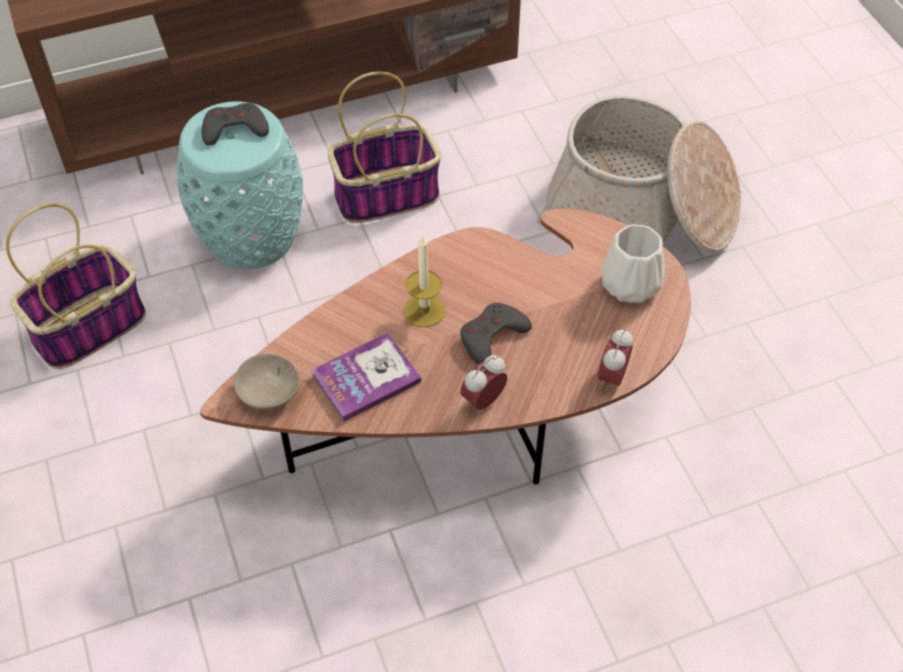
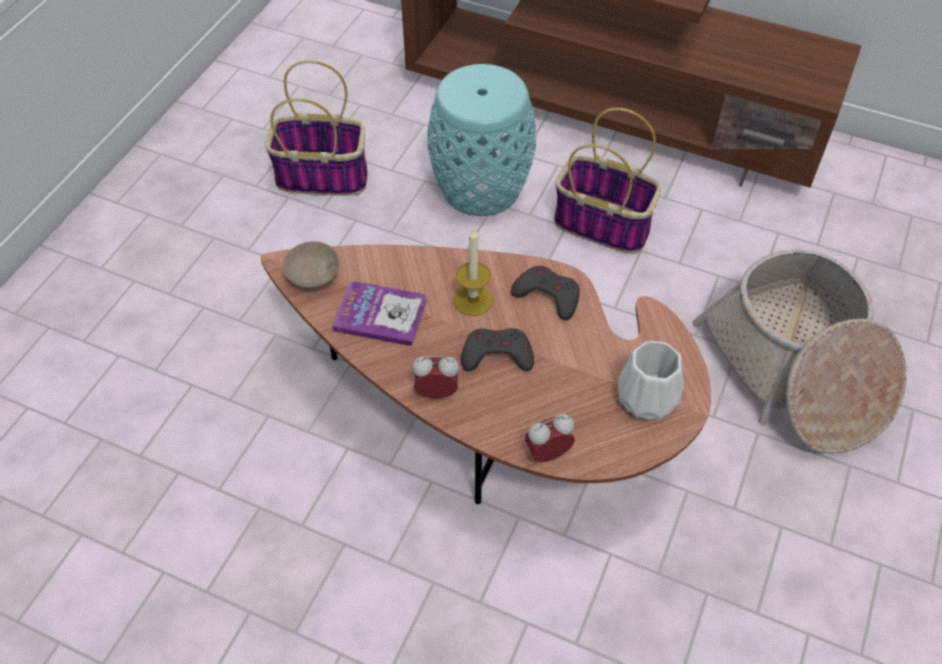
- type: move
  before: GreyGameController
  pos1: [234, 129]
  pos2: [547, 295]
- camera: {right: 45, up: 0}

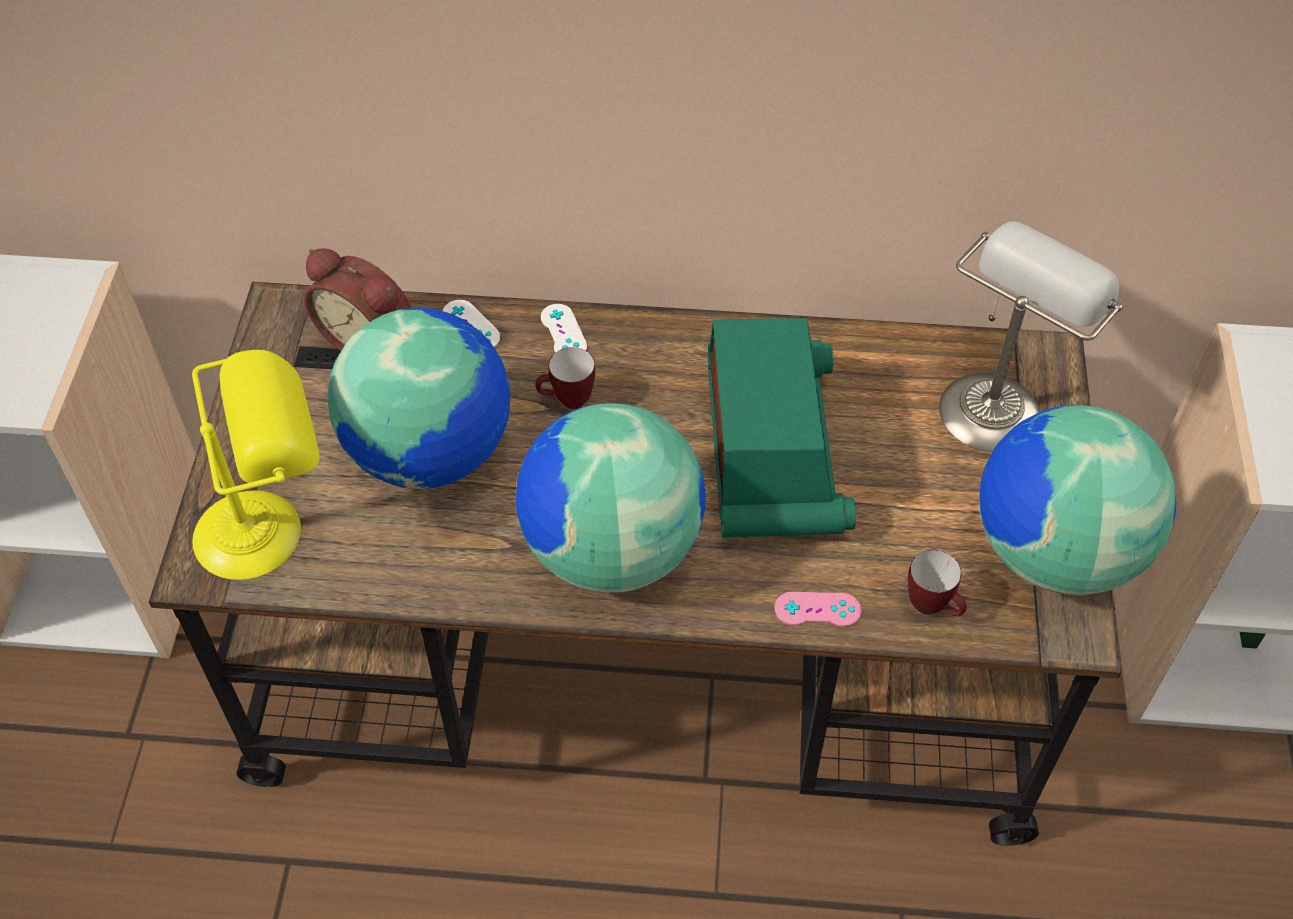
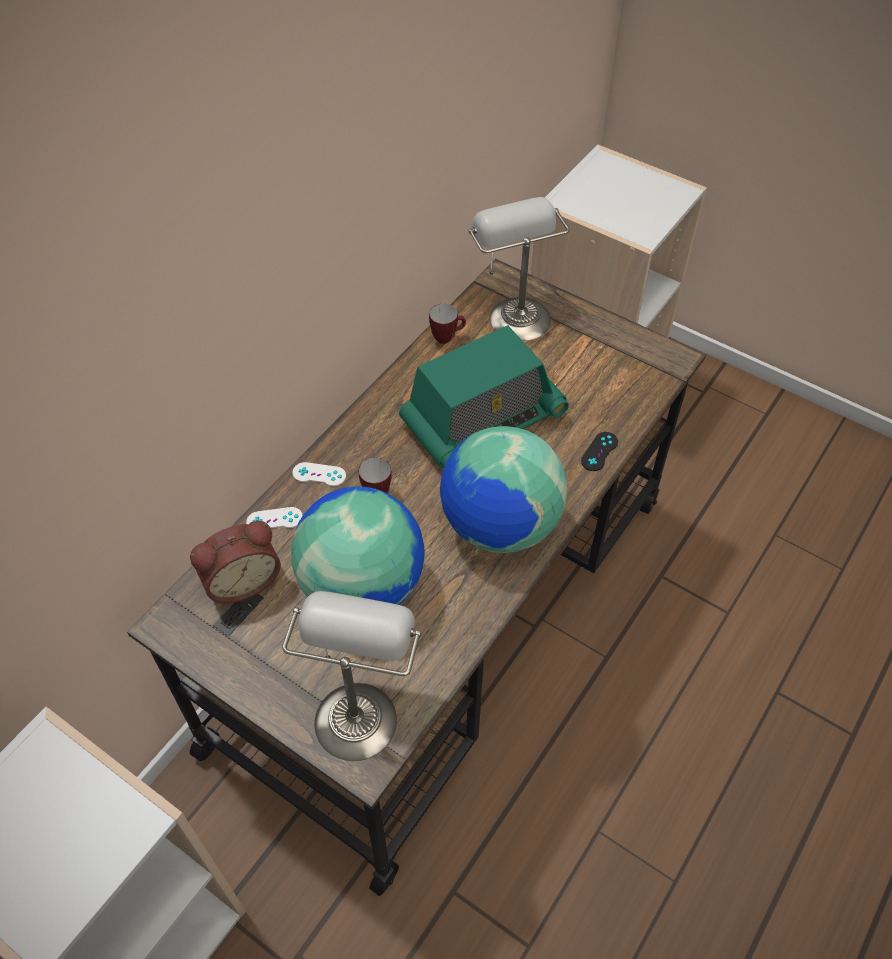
- type: recolor
  before: YellowTableLamp
  after: WhiteTableLamp
  pos1: [270, 525]
  pos2: [358, 704]
- type: rotate
  before: Radio
  pos1: [772, 452]
  pos2: [483, 420]
  turn: 120
- type: recolor
  before: PinkGameController
  after: BlackGameController
  pos1: [817, 609]
  pos2: [599, 451]
- type: move
  before: Mug
  pos1: [933, 607]
  pos2: [447, 337]
- type: delete
  before: Globe
  pos1: [1053, 551]
- camera: {right: -60, up: 0}

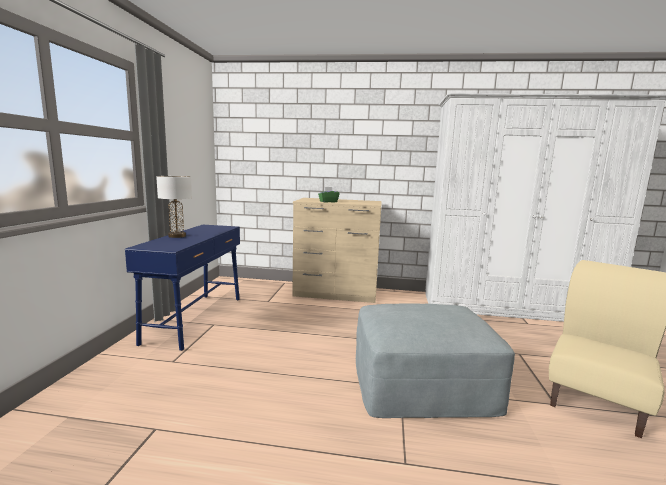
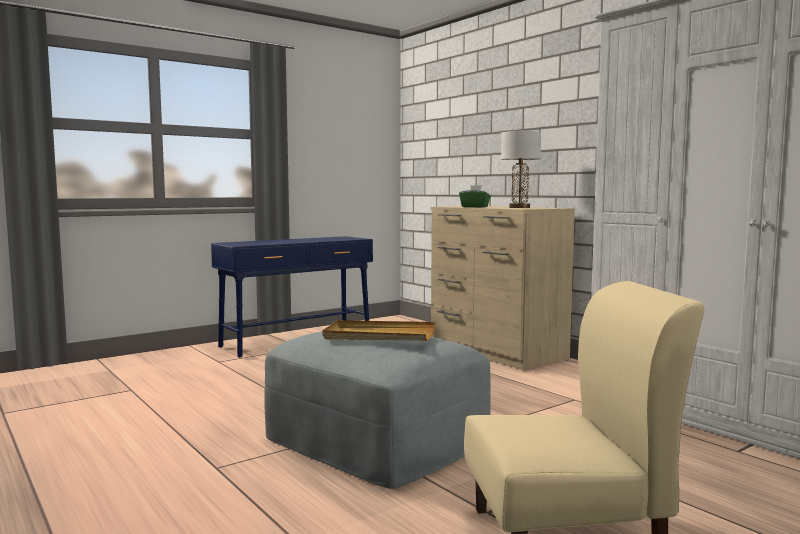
- type: move
  before: TableLamp
  pos1: [177, 236]
  pos2: [520, 207]
- type: insert
  after: BeigeTray
  pos2: [379, 335]
- camera: {right: 45, up: -5}

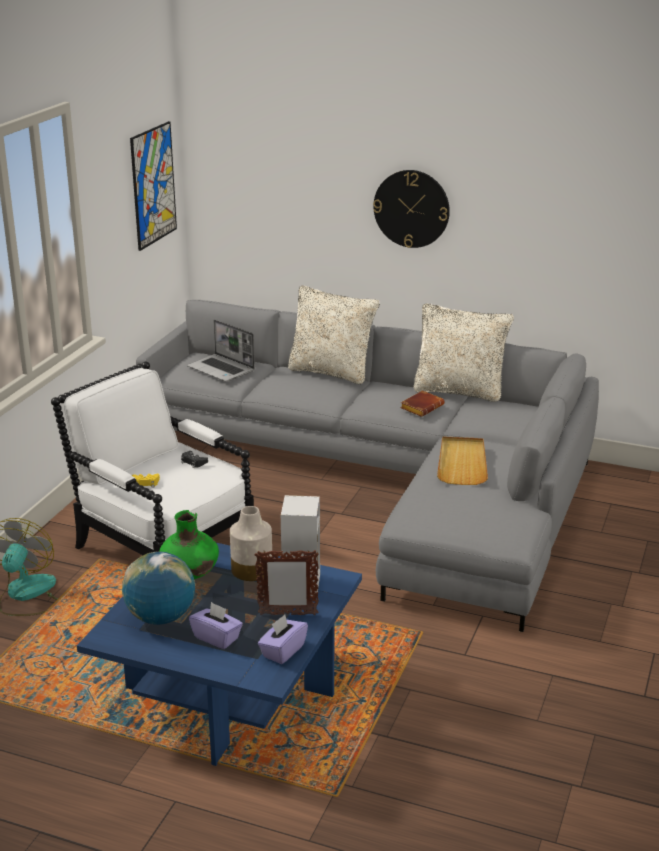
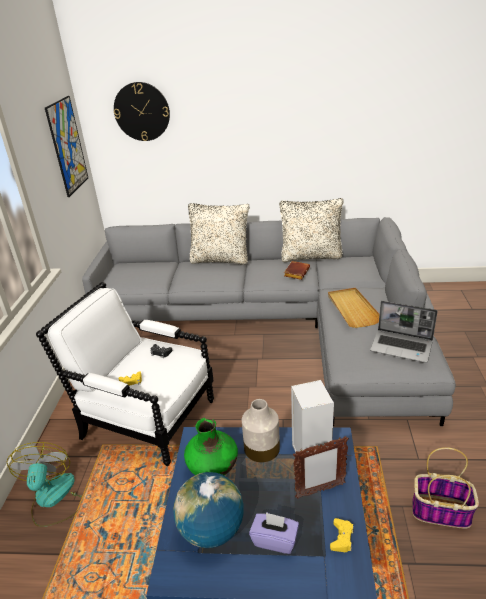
- type: move
  before: Laptop
  pos1: [222, 369]
  pos2: [402, 346]
- type: replace
  before: PurpleTissueBox
  after: YellowGameController
  pos1: [283, 651]
  pos2: [342, 538]
- type: move
  before: WallClock
  pos1: [411, 208]
  pos2: [142, 112]
- type: insert
  after: Basket
  pos2: [441, 511]
- camera: {right: -15, up: 5}

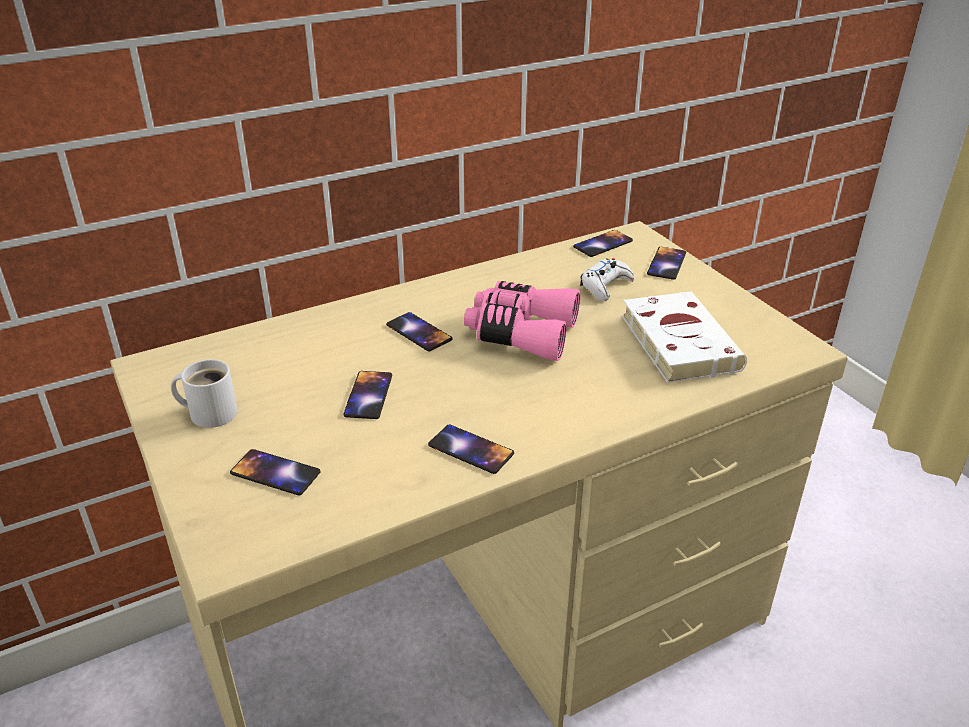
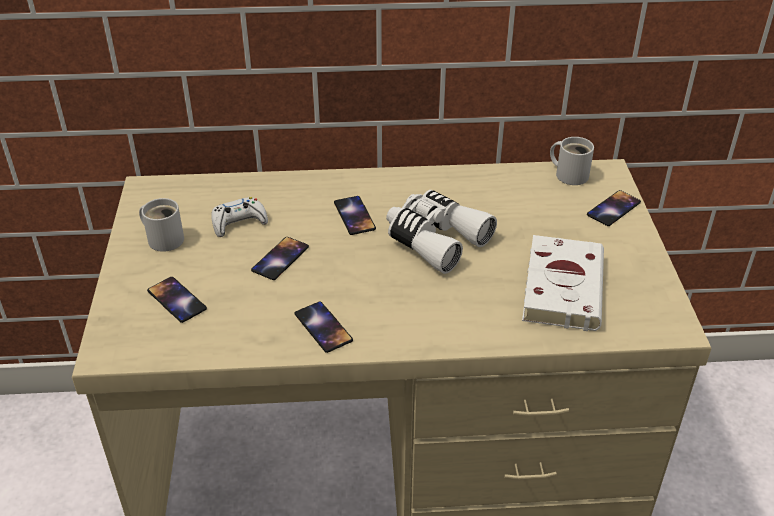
- type: recolor
  before: PinkBinoculars
  after: WhiteBinoculars
  pos1: [521, 332]
  pos2: [435, 239]
- type: replace
  before: Phone
  after: WhiteMug
  pos1: [602, 244]
  pos2: [570, 174]
- type: move
  before: WhiteGameController
  pos1: [605, 286]
  pos2: [238, 222]
- camera: {right: 25, up: 5}

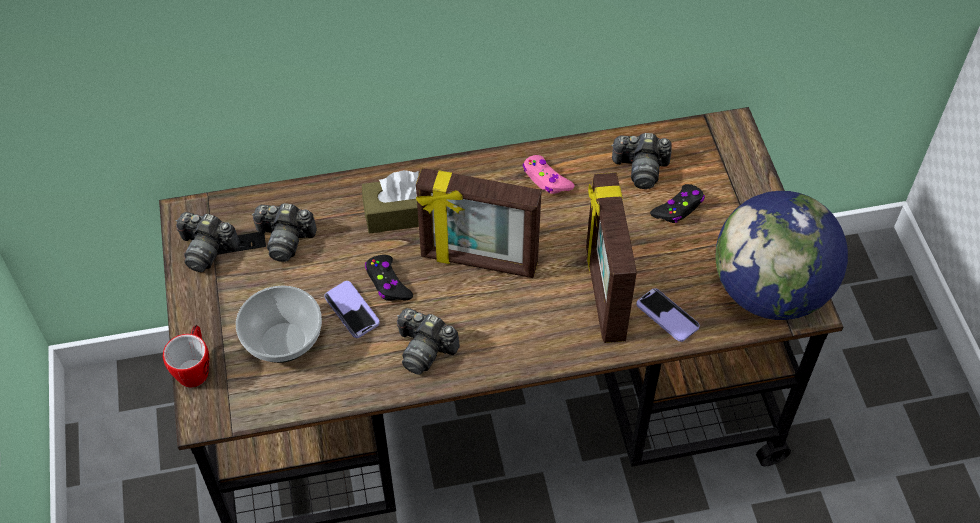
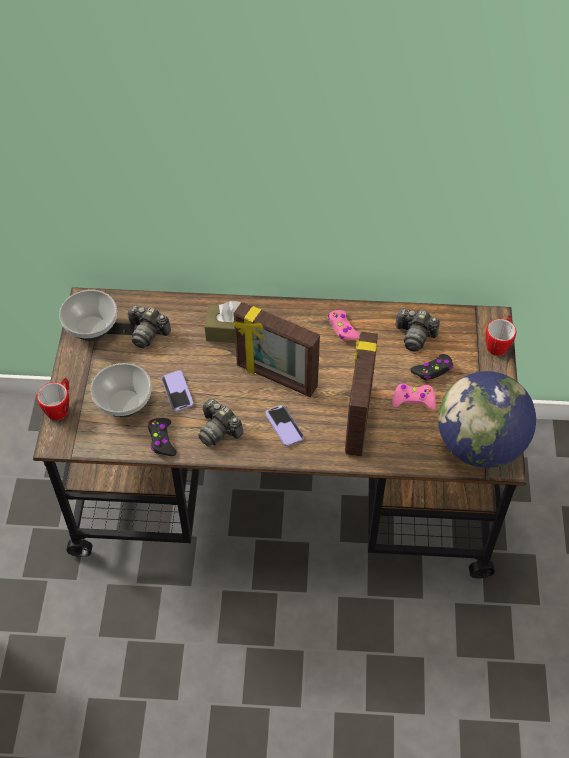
- type: replace
  before: PhotoCamera
  after: Bowl
  pos1: [207, 249]
  pos2: [92, 328]
- type: move
  before: BlackGameController
  pos1: [387, 283]
  pos2: [162, 440]
- type: move
  before: Phone
  pos1: [667, 316]
  pos2: [284, 426]
- type: insert
  after: PinkGameController
  pos2: [413, 399]
- type: insert
  after: Mug
  pos2: [498, 344]
- camera: {right: 15, up: 0}

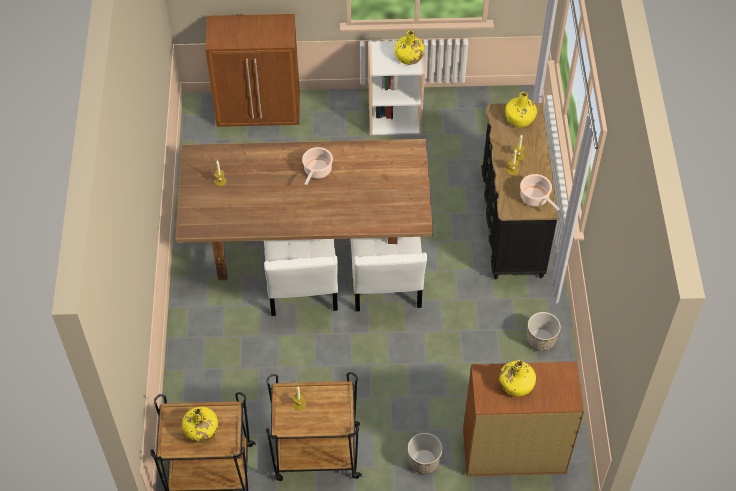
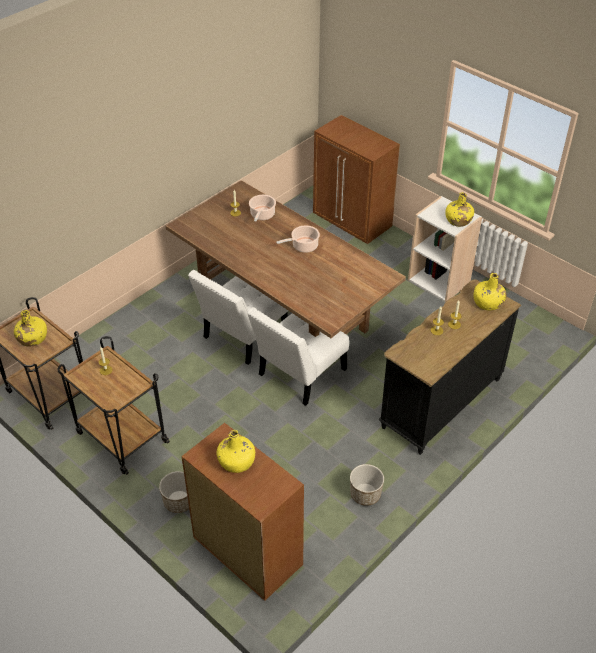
- type: move
  before: CookingPot
  pos1: [535, 198]
  pos2: [262, 215]
- camera: {right: 45, up: -10}

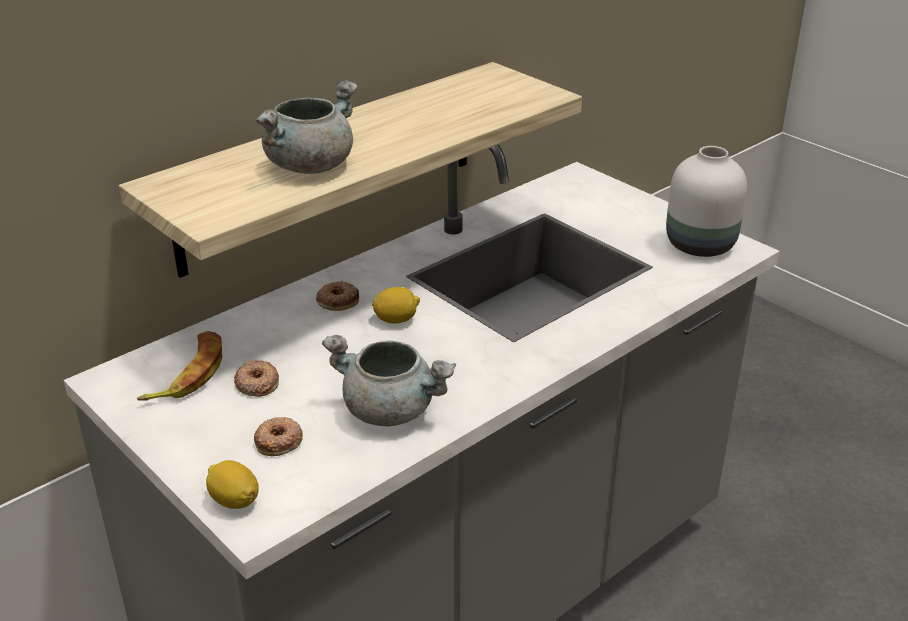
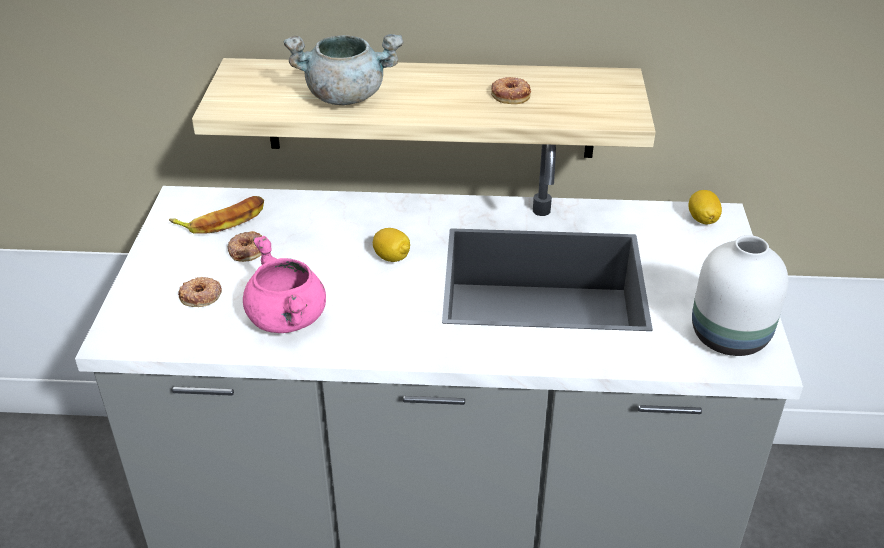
- type: move
  before: Lemon
  pos1: [234, 501]
  pos2: [702, 219]
- type: move
  before: Donut
  pos1: [338, 300]
  pos2: [510, 95]
- type: recolor
  before: GreyCookingPot
  after: PinkCookingPot
  pos1: [391, 410]
  pos2: [289, 319]
- camera: {right: 45, up: 5}

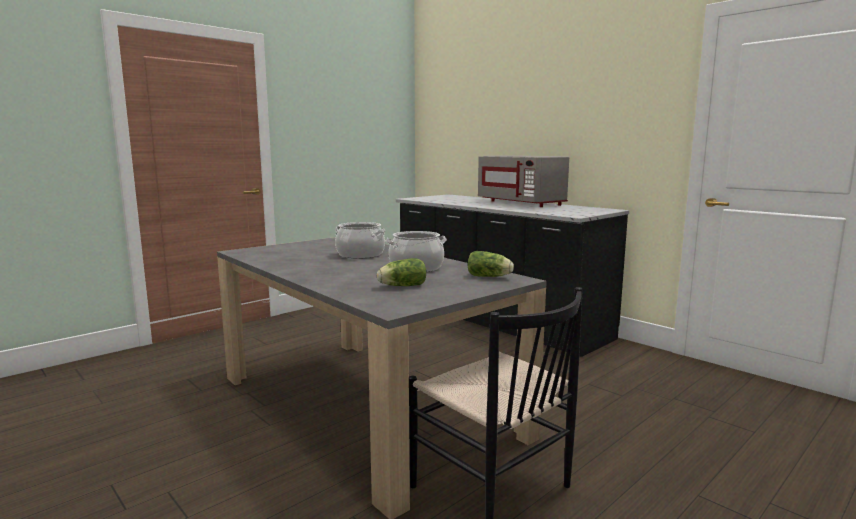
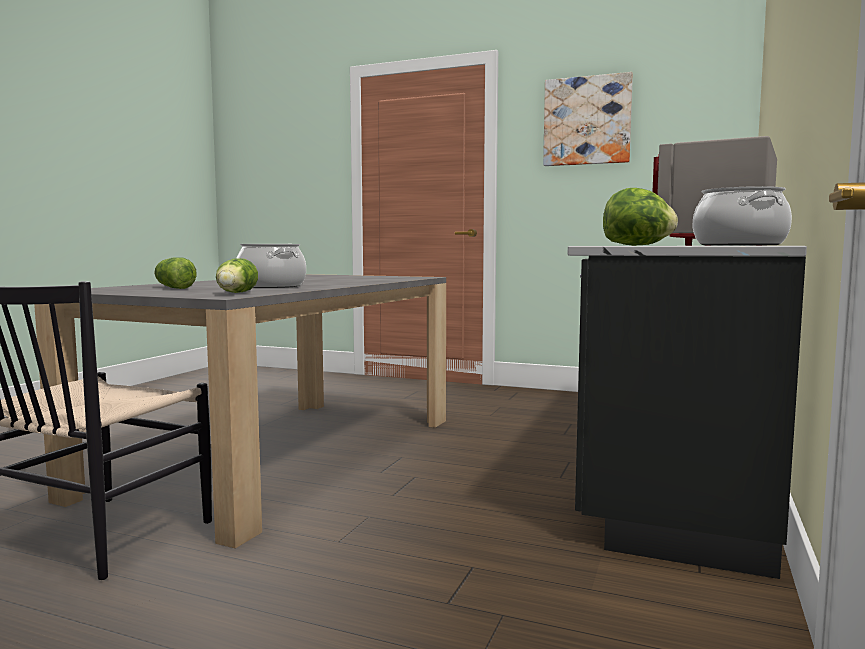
- type: move
  before: CookingPot
  pos1: [360, 254]
  pos2: [738, 245]
- type: insert
  after: Picture
  pos2: [587, 121]
- type: insert
  after: Lettuce
  pos2: [637, 245]
- camera: {right: 65, up: -5}

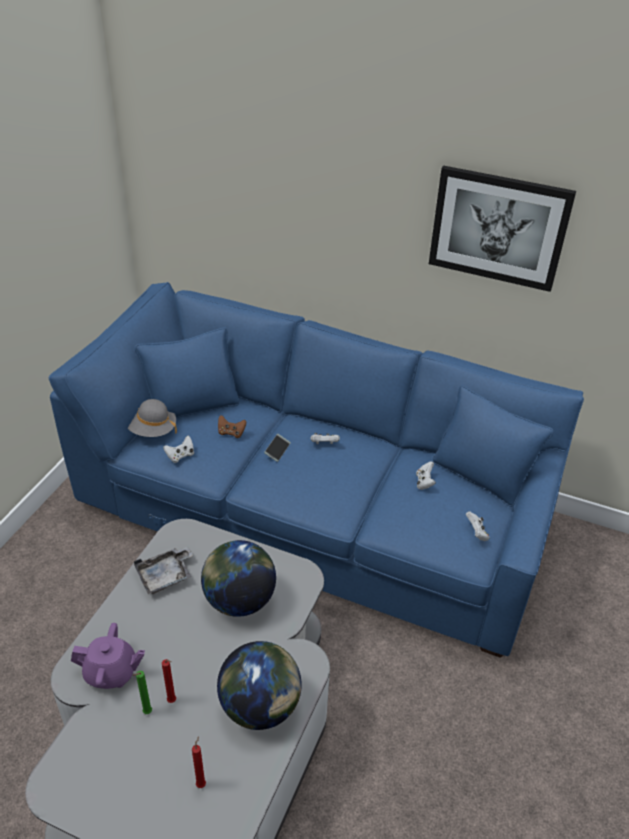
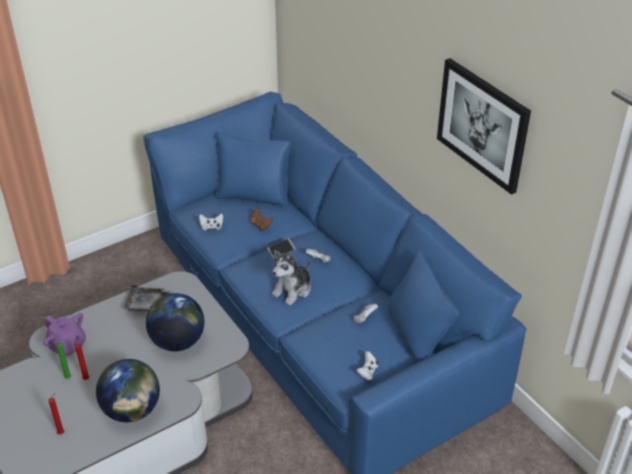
- type: delete
  before: GreyHat
  pos1: [152, 430]
- type: insert
  after: PlushToy
  pos2: [293, 290]
- camera: {right: 35, up: 0}

